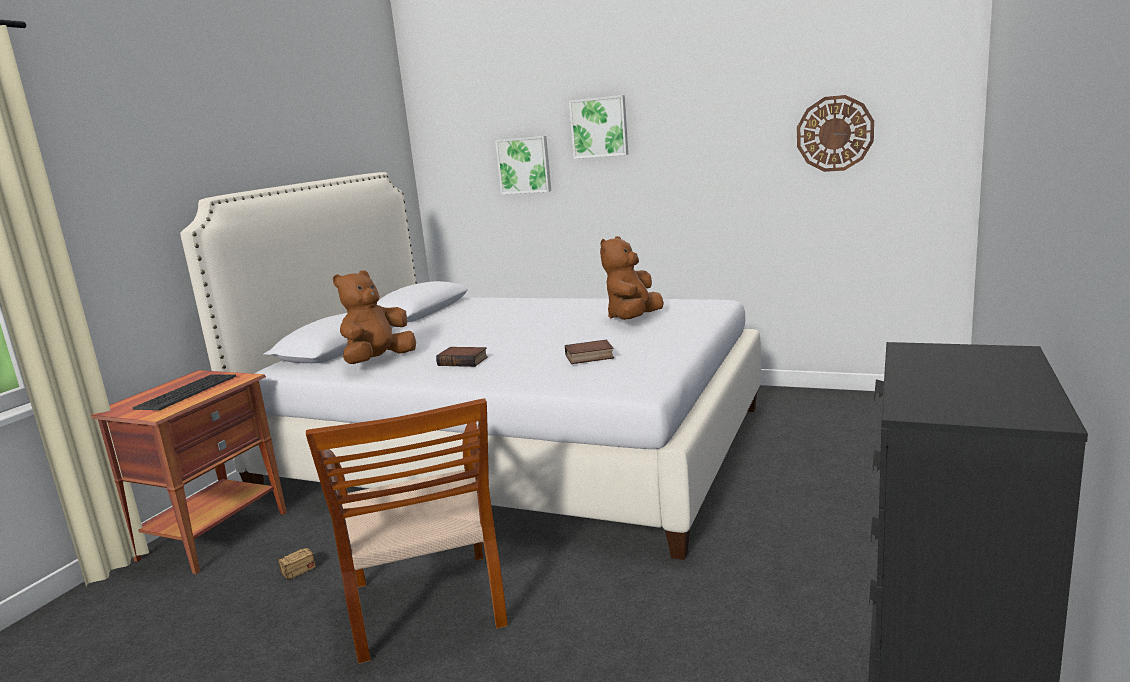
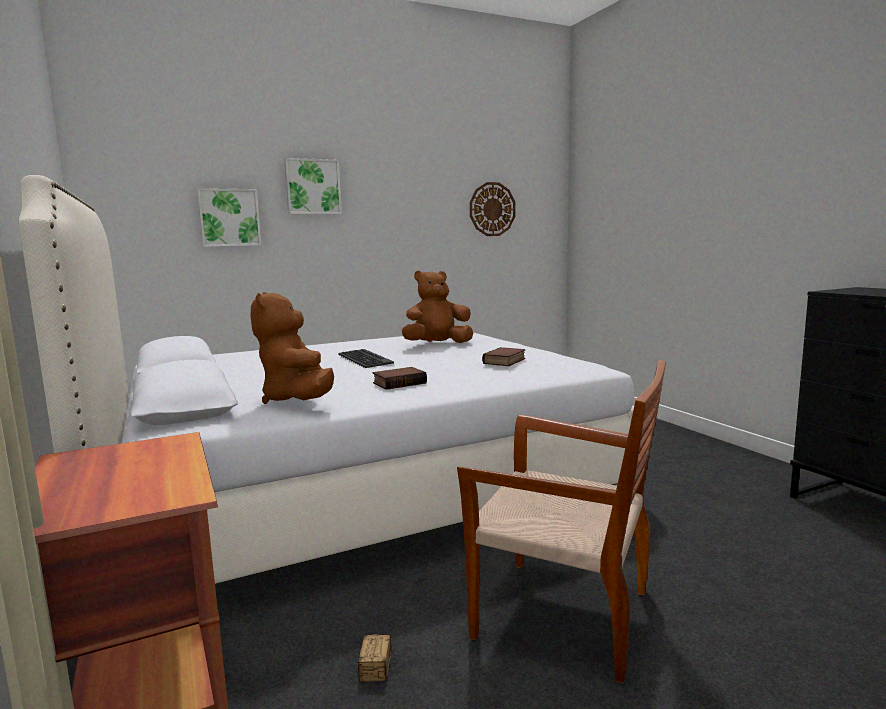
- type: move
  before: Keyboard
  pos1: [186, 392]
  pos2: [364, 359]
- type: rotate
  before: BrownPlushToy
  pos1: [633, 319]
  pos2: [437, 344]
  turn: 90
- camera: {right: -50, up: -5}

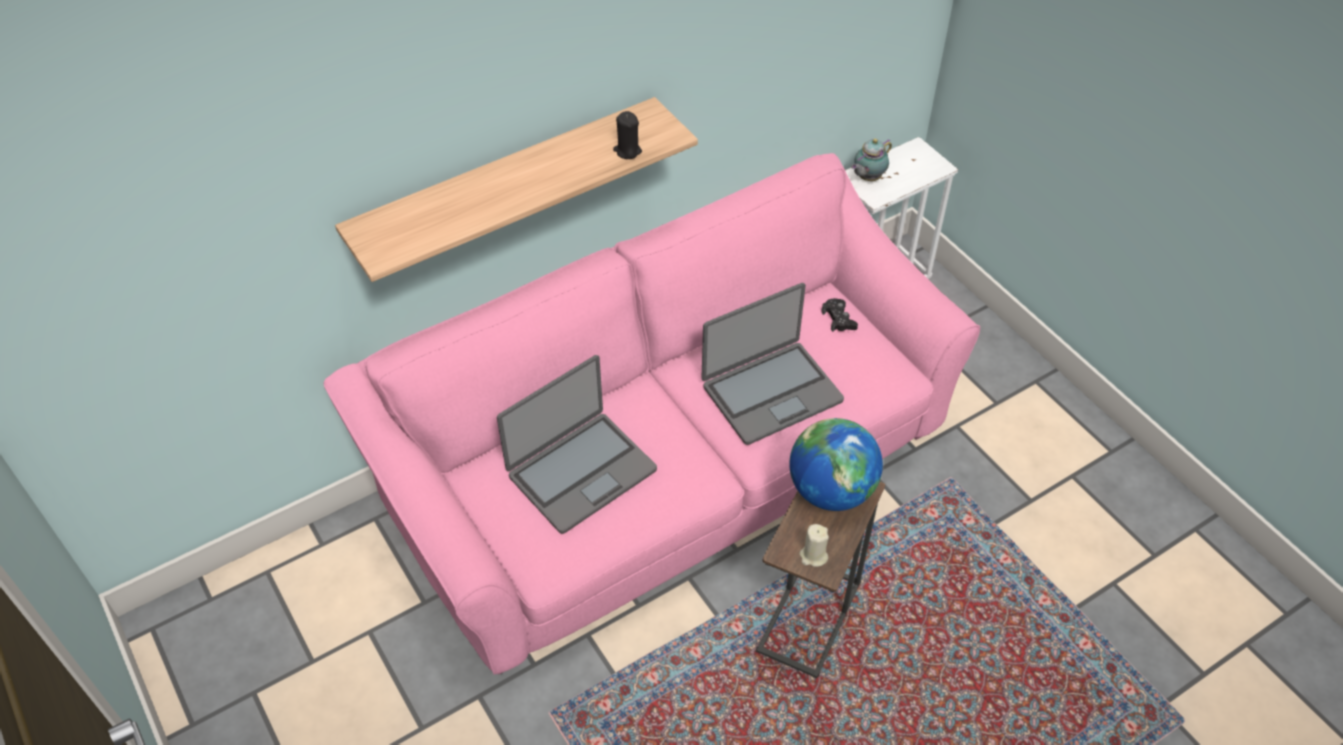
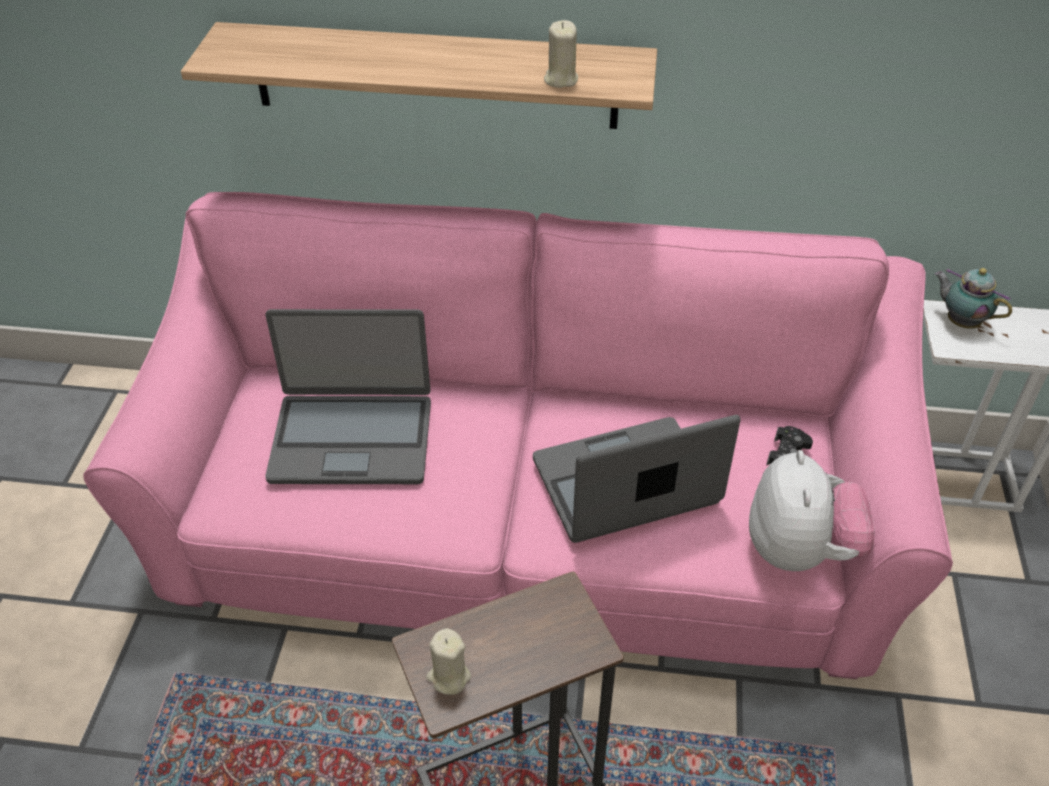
- type: recolor
  before: BlackCandle
  after: BeigeCandle
  pos1: [627, 151]
  pos2: [560, 79]
- type: rotate
  before: Laptop
  pos1: [771, 392]
  pos2: [626, 484]
  turn: 150
- type: delete
  before: Globe
  pos1: [831, 490]
- type: rotate
  before: Teapot
  pos1: [867, 178]
  pos2: [960, 322]
  turn: 45
- type: insert
  after: PlushToy
  pos2: [800, 550]
- camera: {right: 40, up: -5}

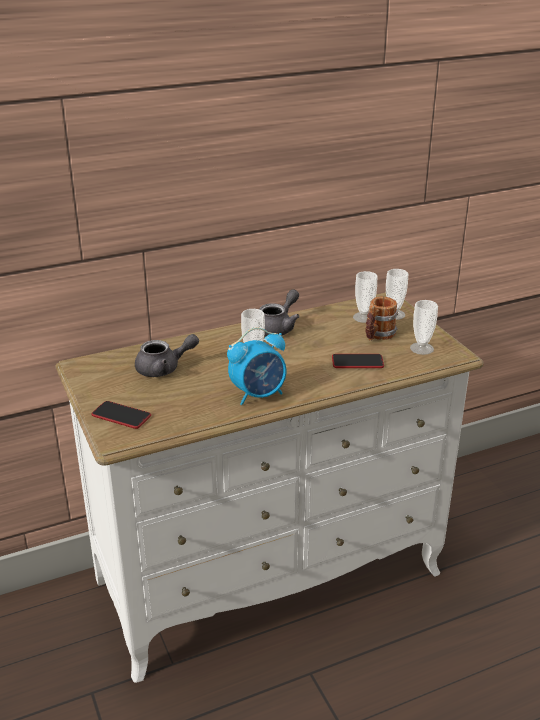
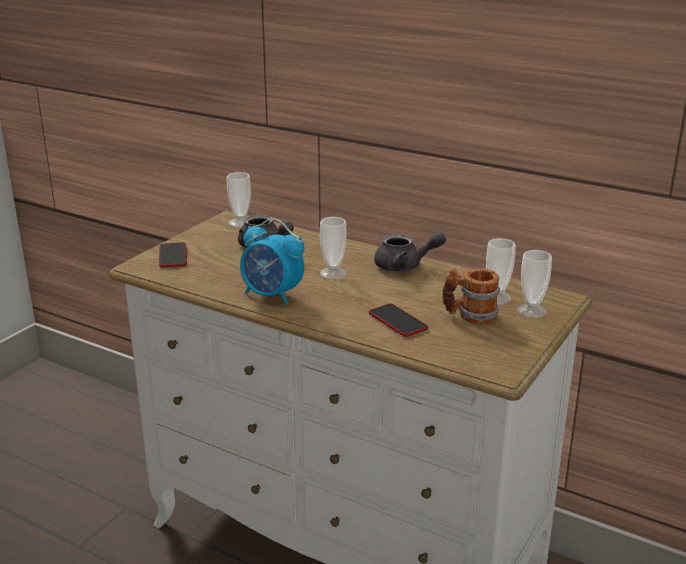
- type: move
  before: Cup
  pos1: [421, 348]
  pos2: [240, 222]
- camera: {right: 55, up: -5}

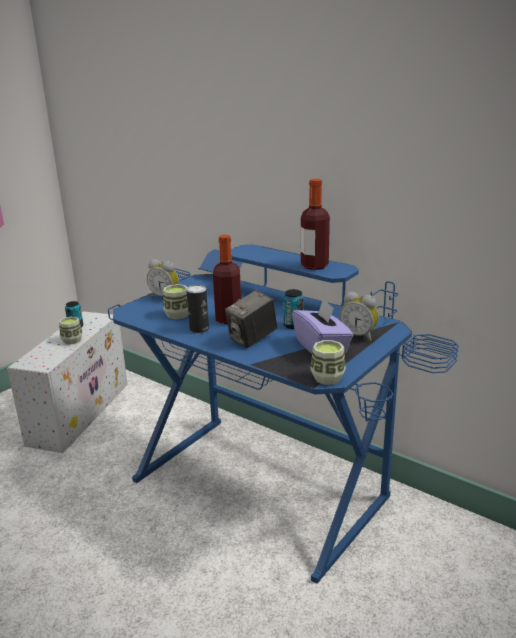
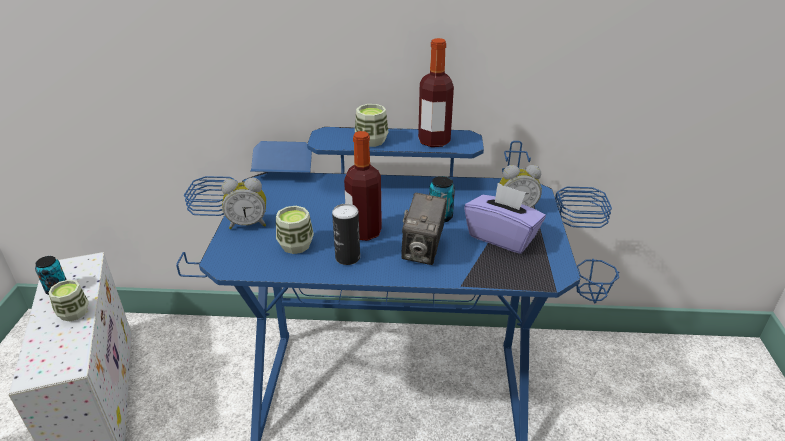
- type: move
  before: Cup
  pos1: [327, 378]
  pos2: [371, 141]
- camera: {right: -35, up: 10}

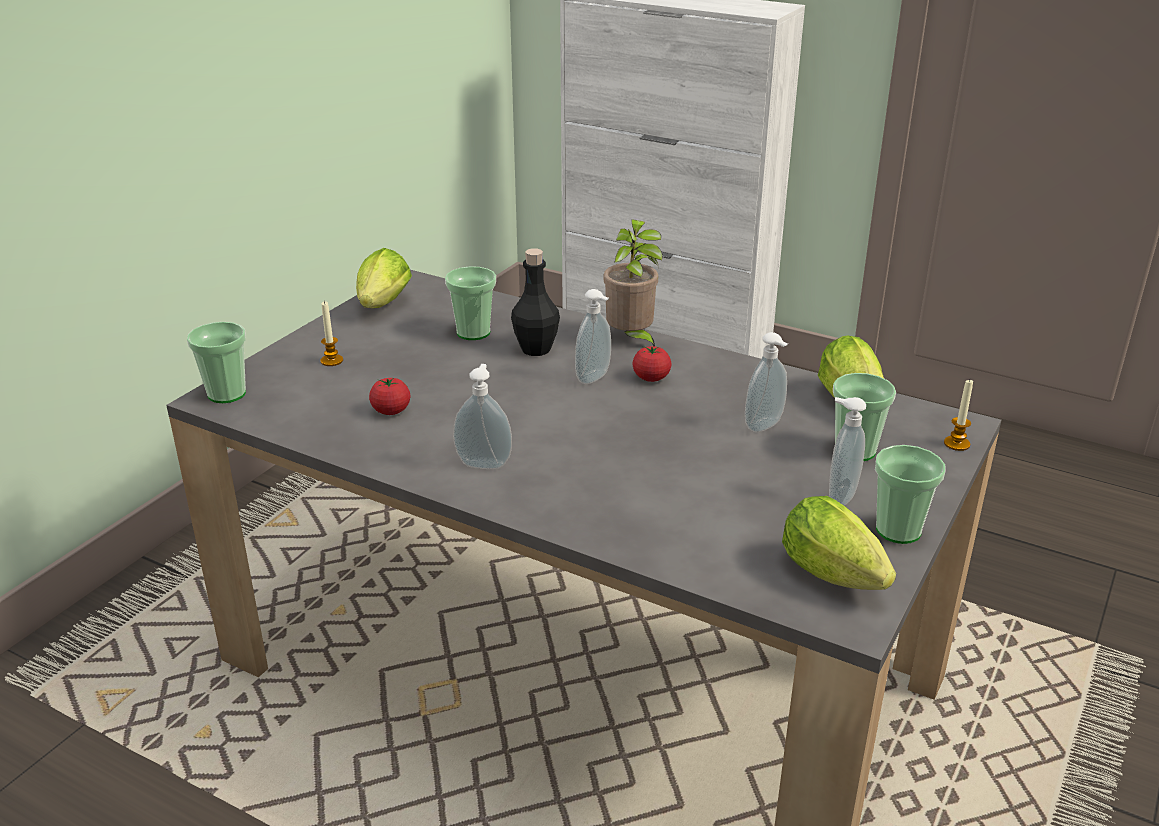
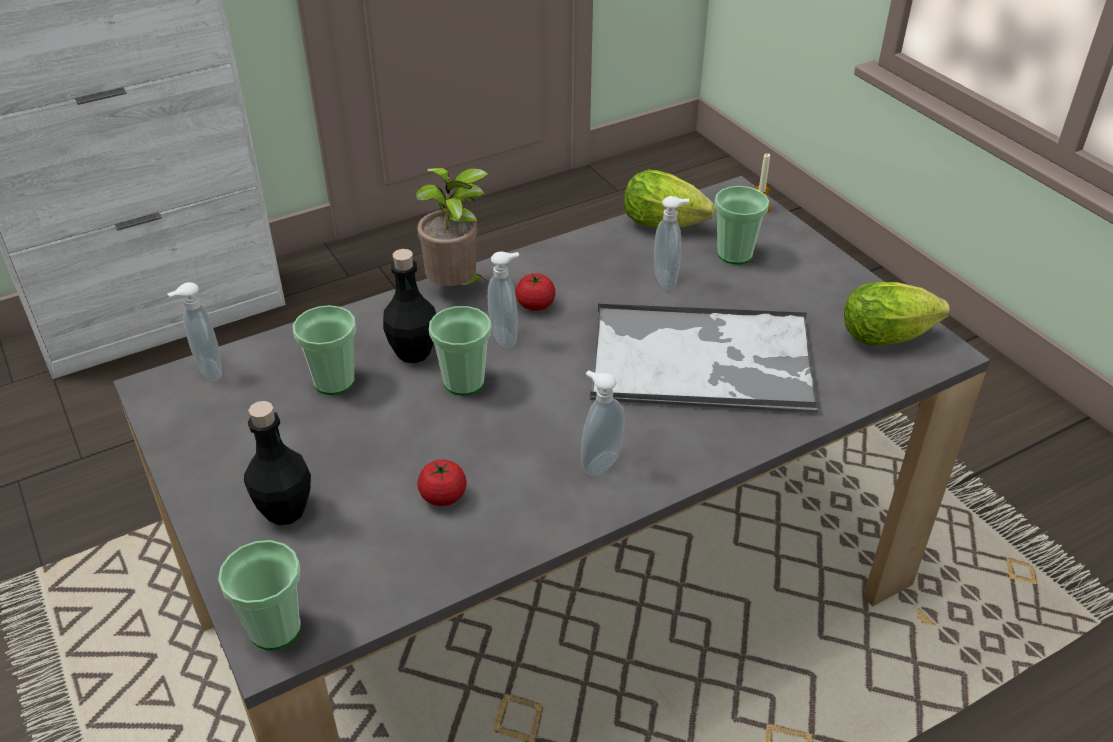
- type: replace
  before: Candle
  after: BlackBottle
  pos1: [332, 361]
  pos2: [285, 510]
- type: delete
  before: Lettuce
  pos1: [381, 307]
- type: move
  before: SoapDispenser
  pos1: [839, 496]
  pos2: [207, 371]
- type: move
  before: Cup
  pos1: [898, 530]
  pos2: [464, 382]
- type: insert
  after: Tray
  pos2: [704, 360]
- camera: {right: -60, up: 10}

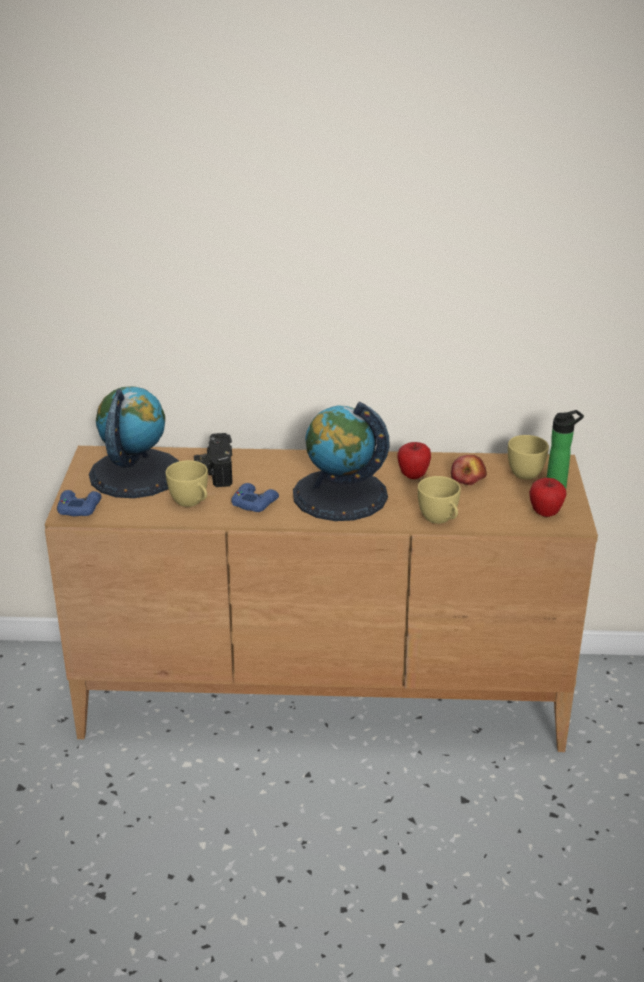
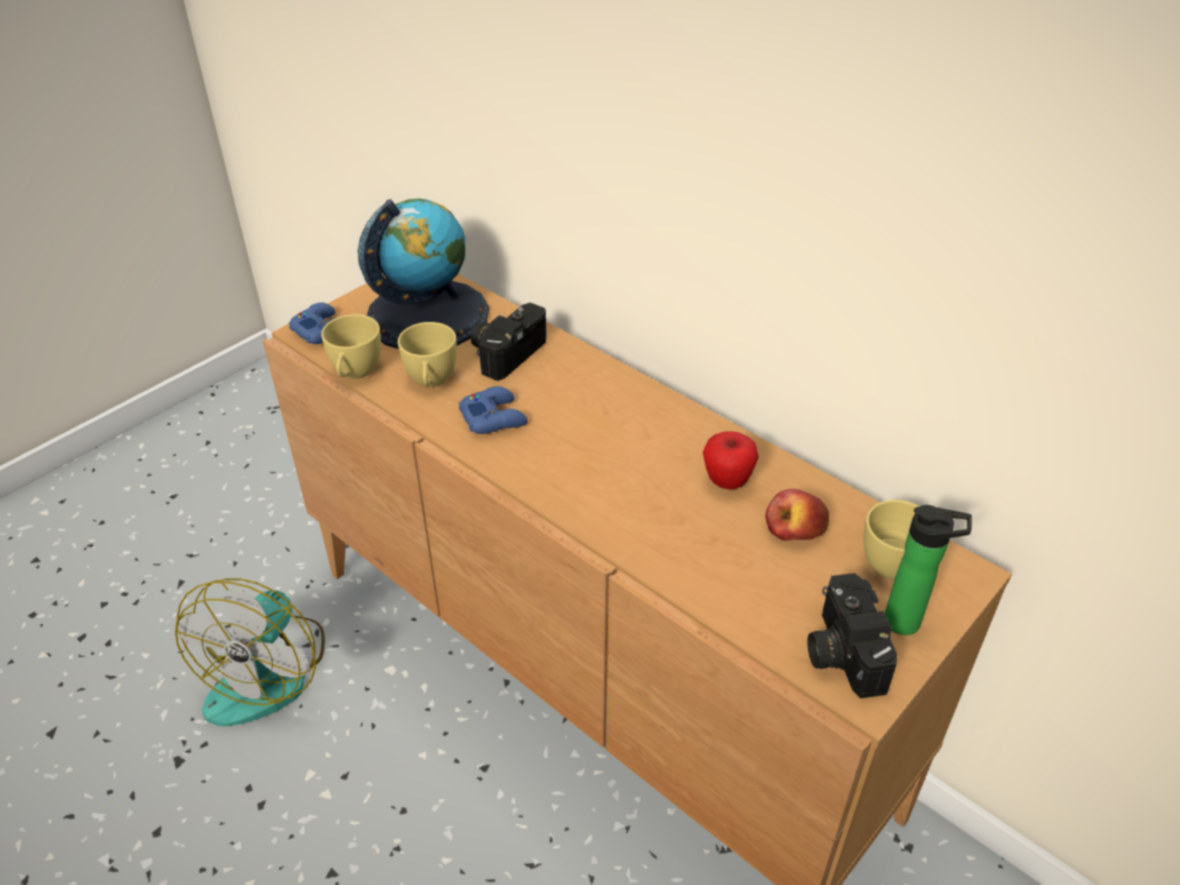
- type: delete
  before: Globe
  pos1: [340, 495]
- type: move
  before: YellowCup
  pos1: [440, 520]
  pos2: [355, 373]
- type: replace
  before: Apple
  after: PhotoCamera
  pos1: [545, 513]
  pos2: [840, 650]
- type: insert
  after: Fan
  pos2: [268, 671]
- camera: {right: 40, up: 10}

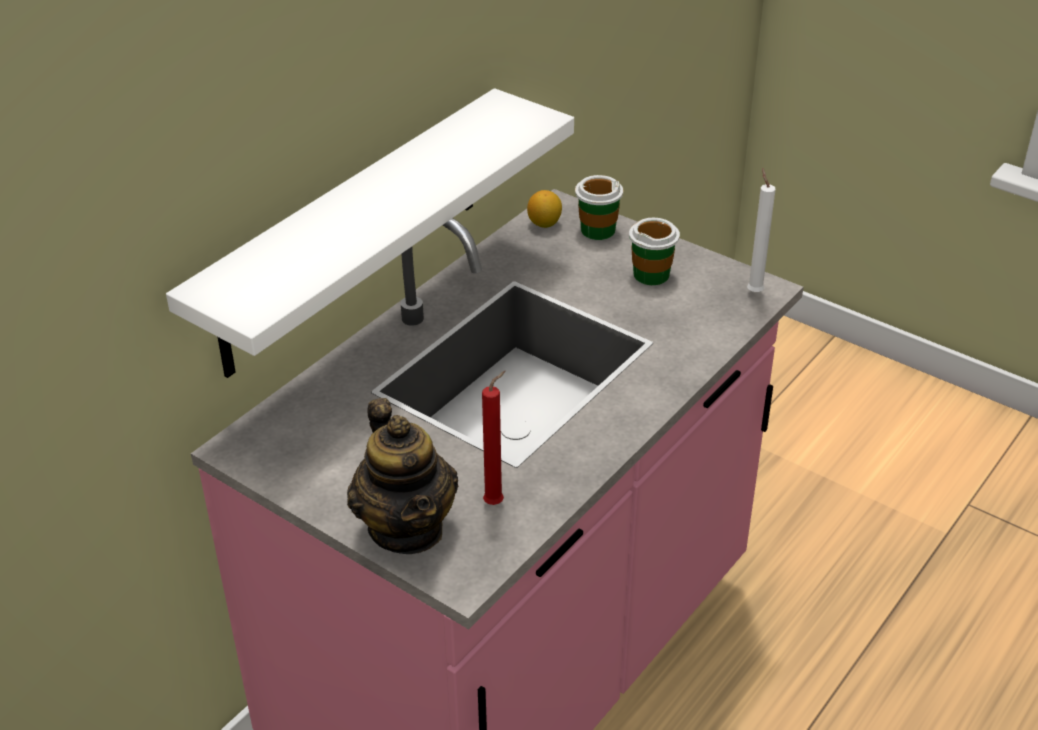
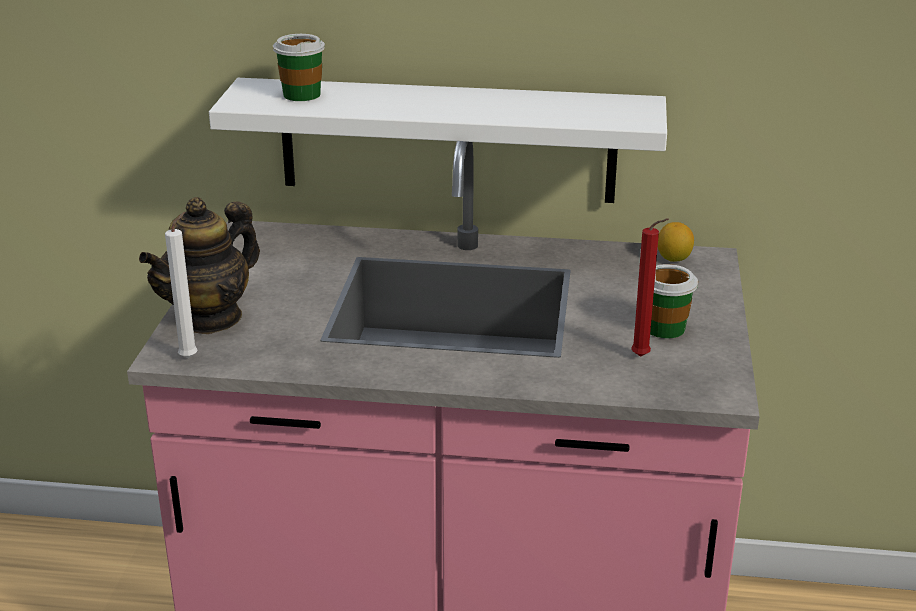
- type: move
  before: RedCandle
  pos1: [496, 502]
  pos2: [643, 357]
- type: move
  before: Cup
  pos1: [597, 230]
  pos2: [301, 94]
- type: move
  before: WhiteCandle
  pos1: [753, 291]
  pos2: [191, 356]
- camera: {right: 60, up: -10}

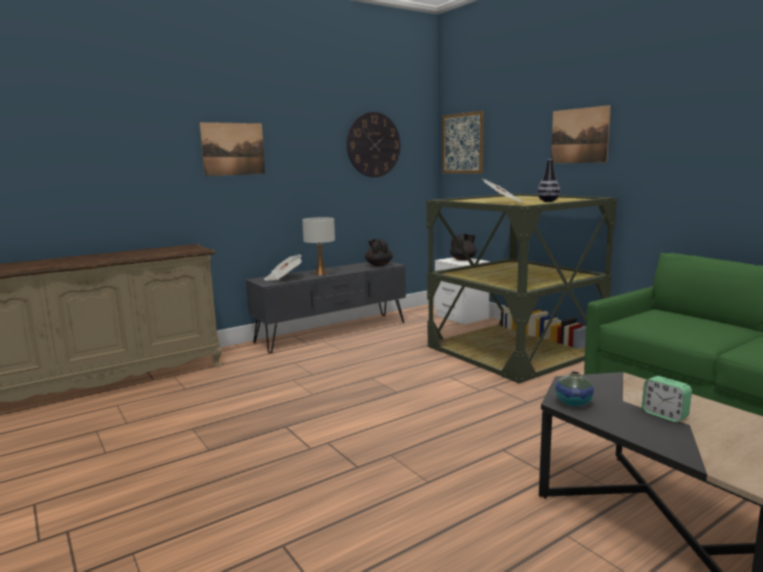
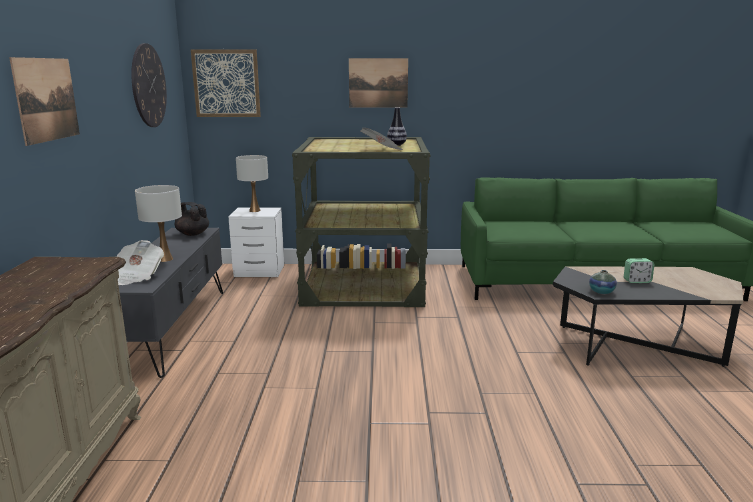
- type: replace
  before: BlackTeapot
  after: WhiteTableLamp
  pos1: [463, 259]
  pos2: [255, 210]
- camera: {right: -55, up: 5}

